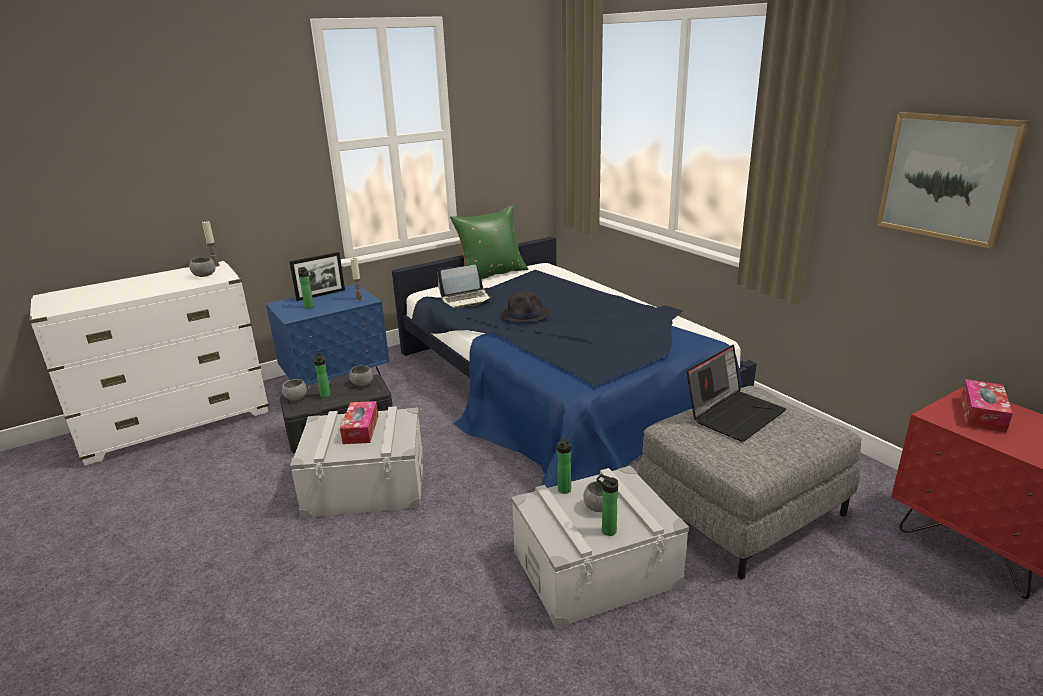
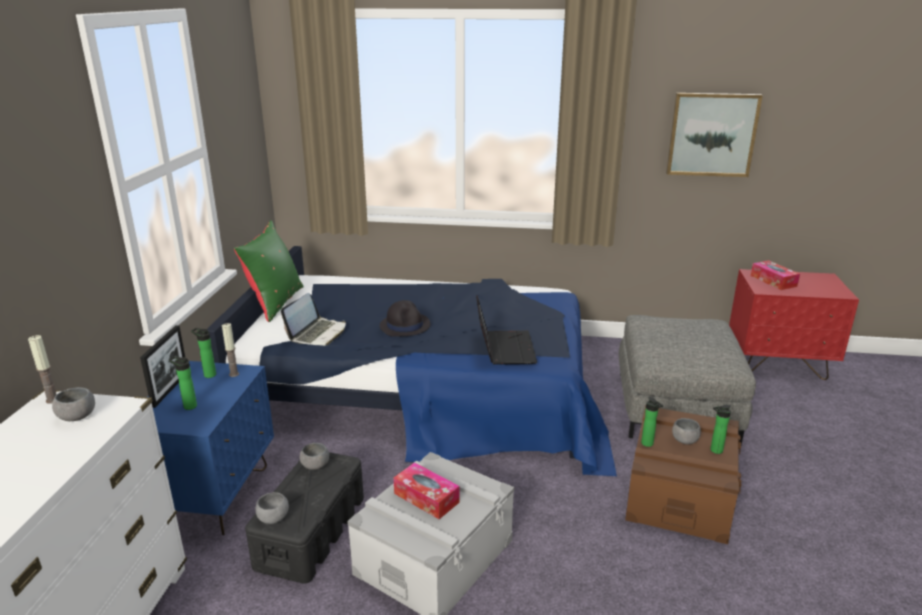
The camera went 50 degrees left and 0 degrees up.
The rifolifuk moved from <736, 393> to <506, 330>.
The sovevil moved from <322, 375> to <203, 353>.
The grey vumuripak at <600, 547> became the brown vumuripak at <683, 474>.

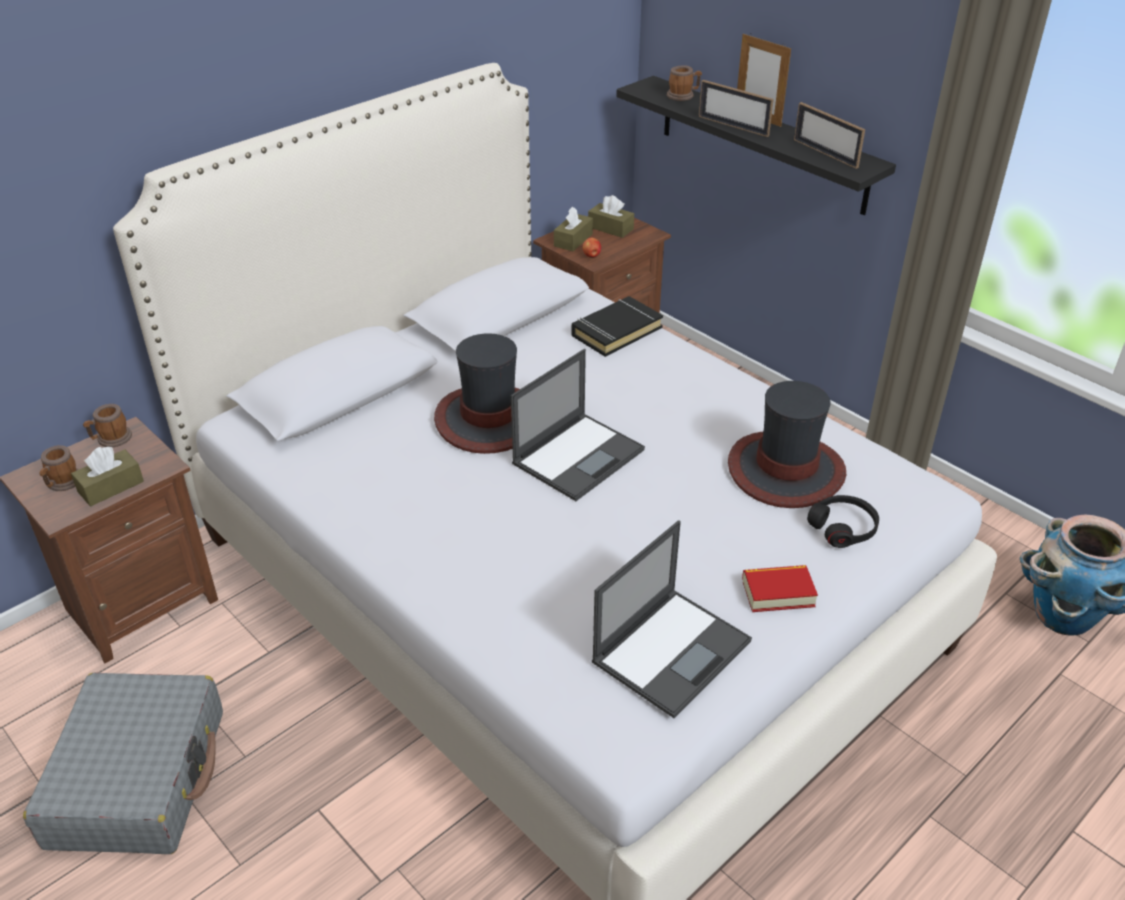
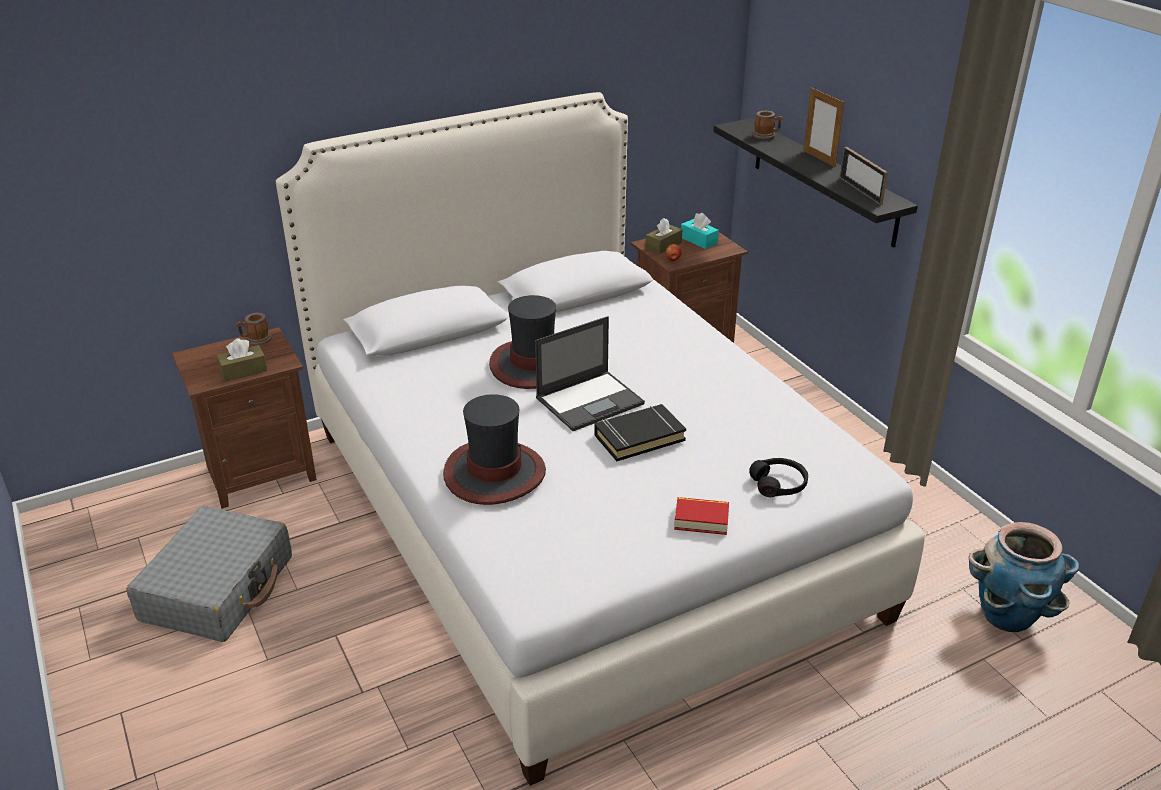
The camera went 15 degrees right and 5 degrees down.
The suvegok at <736, 108> disappeared.
The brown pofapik at <611, 216> became the turquoise pofapik at <700, 231>.
The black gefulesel moved from <617, 326> to <640, 432>.
The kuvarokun moved from <787, 444> to <494, 449>.
The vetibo at <59, 468> disappeared.
The rifolifuk at <672, 619> disappeared.

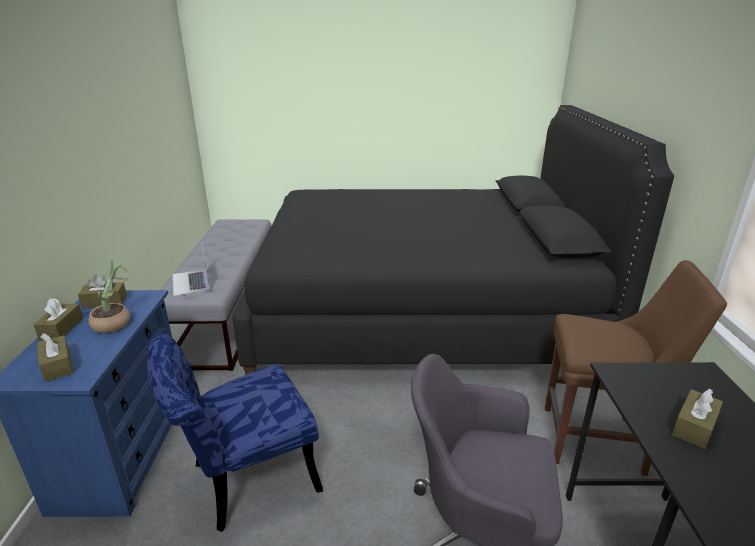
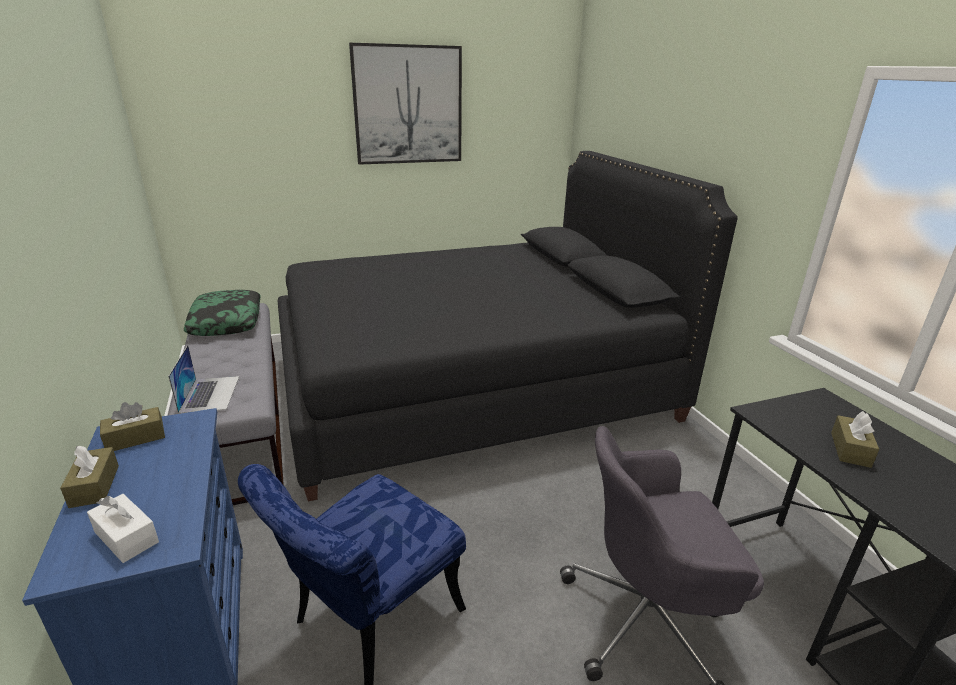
The camera went 20 degrees left and 0 degrees up.
The rifolifuk at <191, 269> turned 150 degrees counterclockwise.
The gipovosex at <109, 296> disappeared.
The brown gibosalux at <635, 368> disappeared.
The brown pofapik at <55, 357> became the white pofapik at <123, 528>.
The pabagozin at <405, 104> appeared.
The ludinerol at <222, 313> appeared.

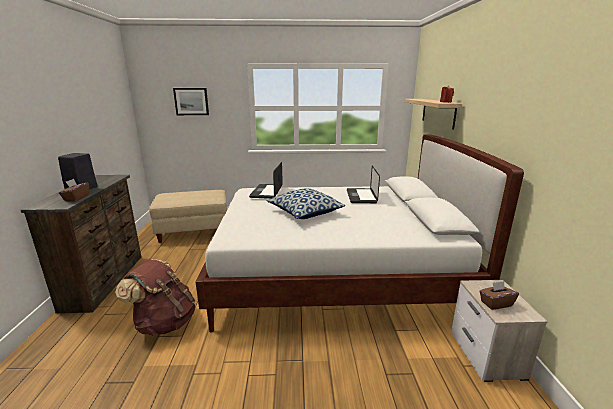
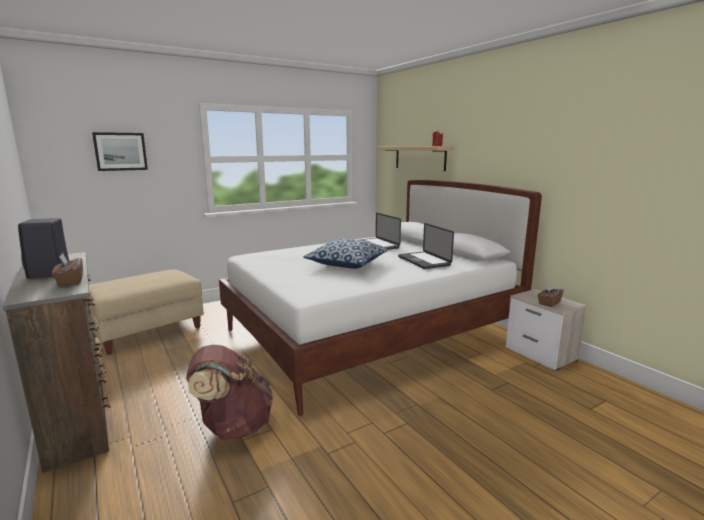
The camera went 30 degrees left and 5 degrees down.
The rifolifuk moved from <266, 180> to <426, 246>.

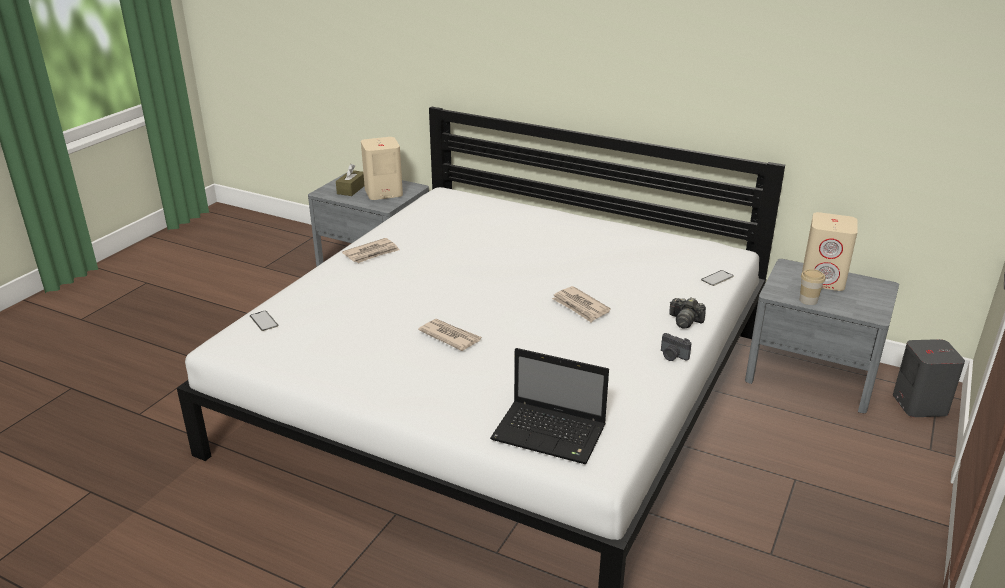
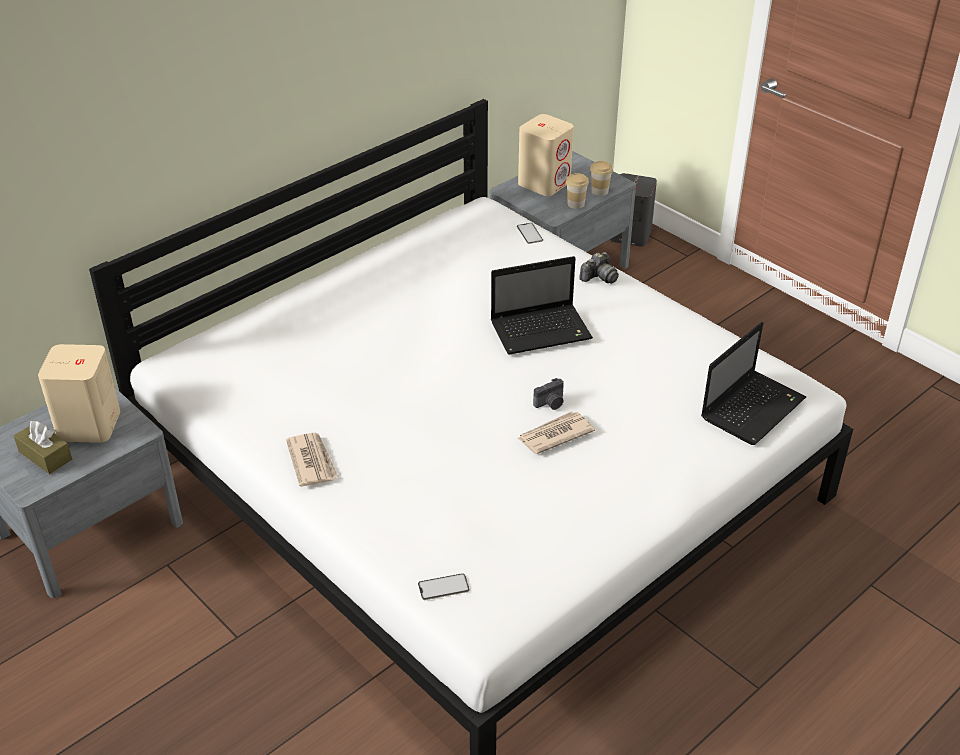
The camera went 70 degrees left and 10 degrees up.
The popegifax at <581, 304> was replaced by the rifolifuk at <542, 305>.
The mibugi moved from <676, 347> to <548, 394>.
The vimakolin at <601, 178> appeared.

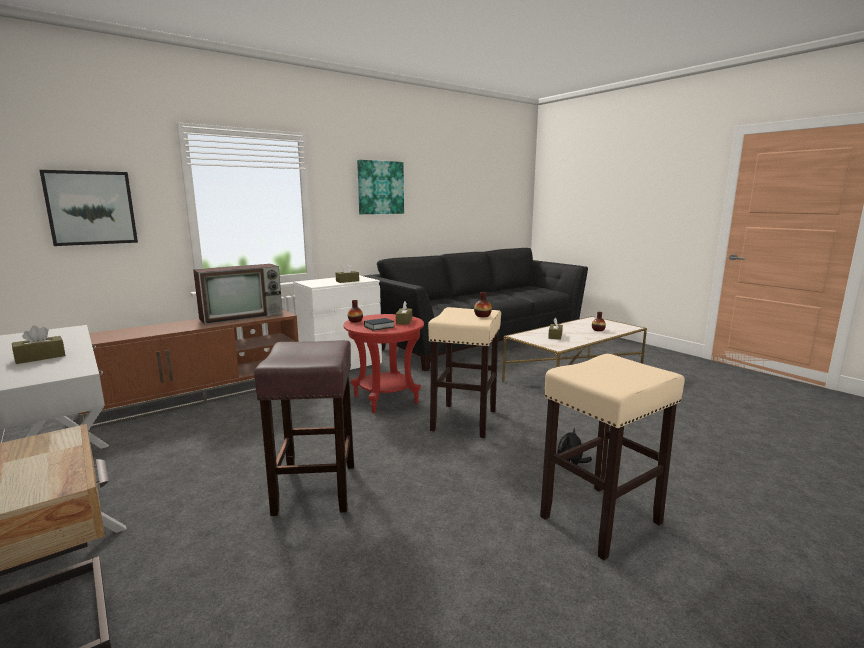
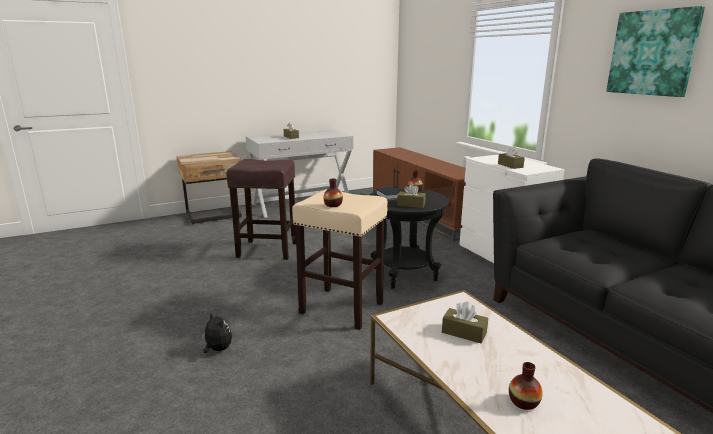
The camera went 100 degrees right and 5 degrees up.
The pabagozin at <89, 208> disappeared.
The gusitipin at <238, 294> disappeared.
The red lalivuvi at <383, 363> became the black lalivuvi at <409, 238>.
The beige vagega at <612, 457> disappeared.

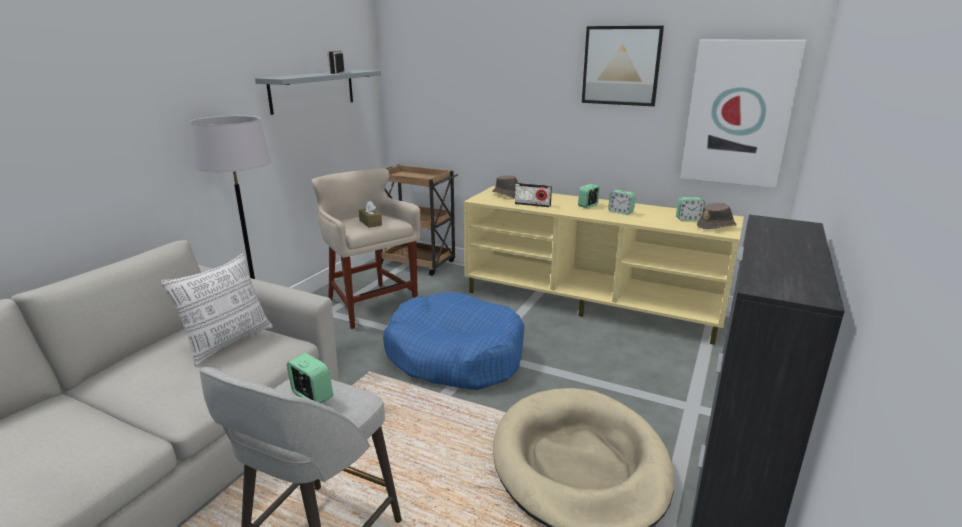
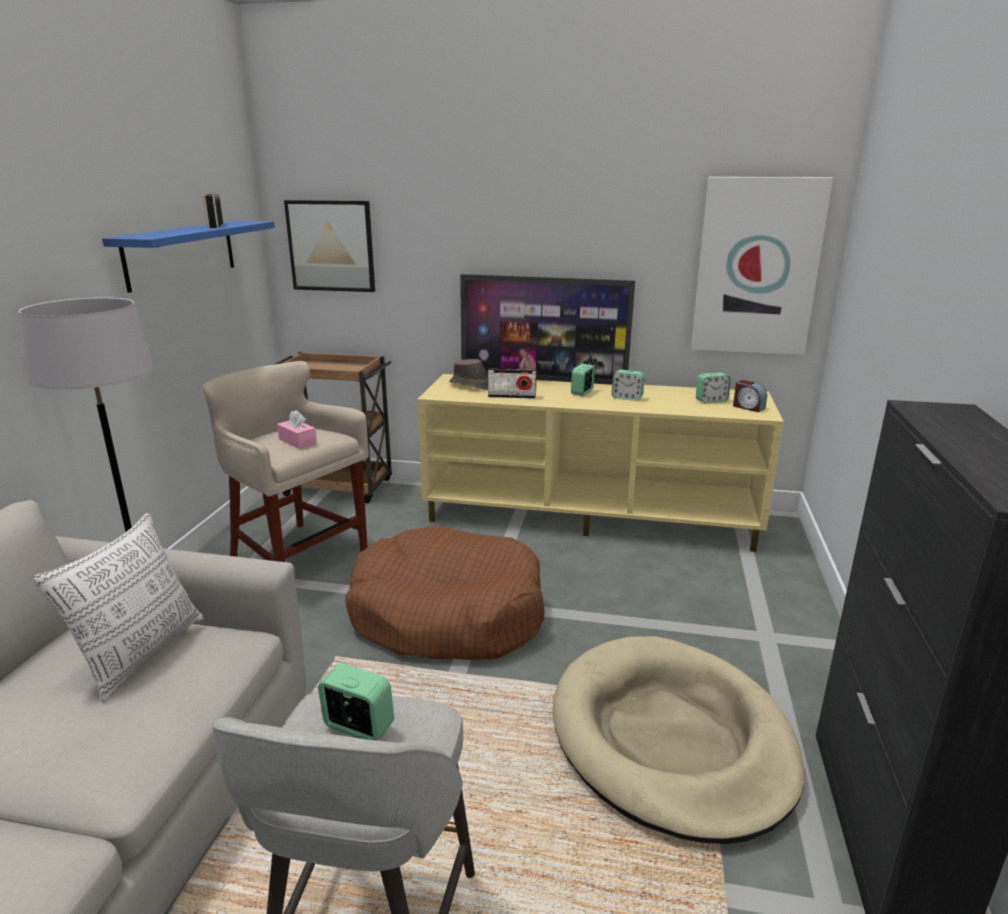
The camera went 15 degrees left and 0 degrees up.
The pabagozin moved from <623, 66> to <329, 246>.
The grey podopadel at <318, 92> became the blue podopadel at <188, 257>.
The brown pofapik at <370, 214> became the pink pofapik at <297, 429>.
The brown kuvarokun at <717, 216> was replaced by the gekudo at <750, 396>.
The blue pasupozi at <454, 341> became the brown pasupozi at <444, 593>.
The gusitipin at <547, 329> appeared.

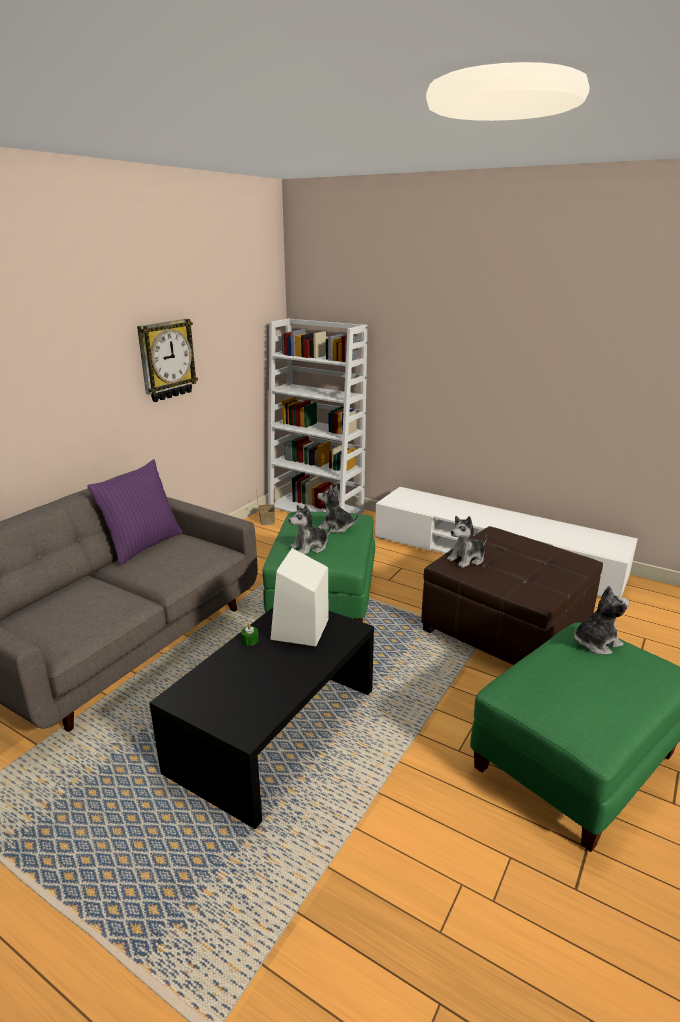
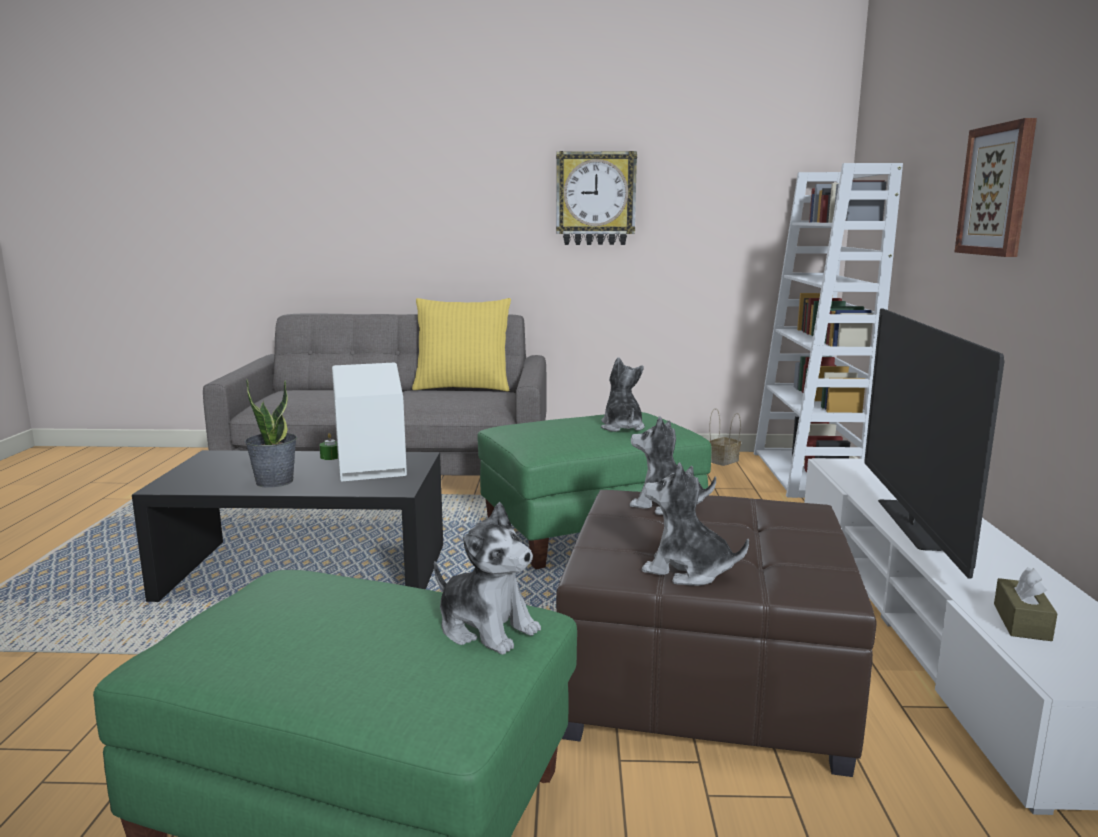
The camera went 60 degrees right and 10 degrees down.
The purple ludinerol at <135, 512> became the yellow ludinerol at <461, 344>.
The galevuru moved from <310, 529> to <695, 524>.
The pabagozin at <996, 187> appeared.
The gusitipin at <934, 443> appeared.
The gipovosex at <271, 433> appeared.
The brown pofapik at <1026, 604> appeared.

